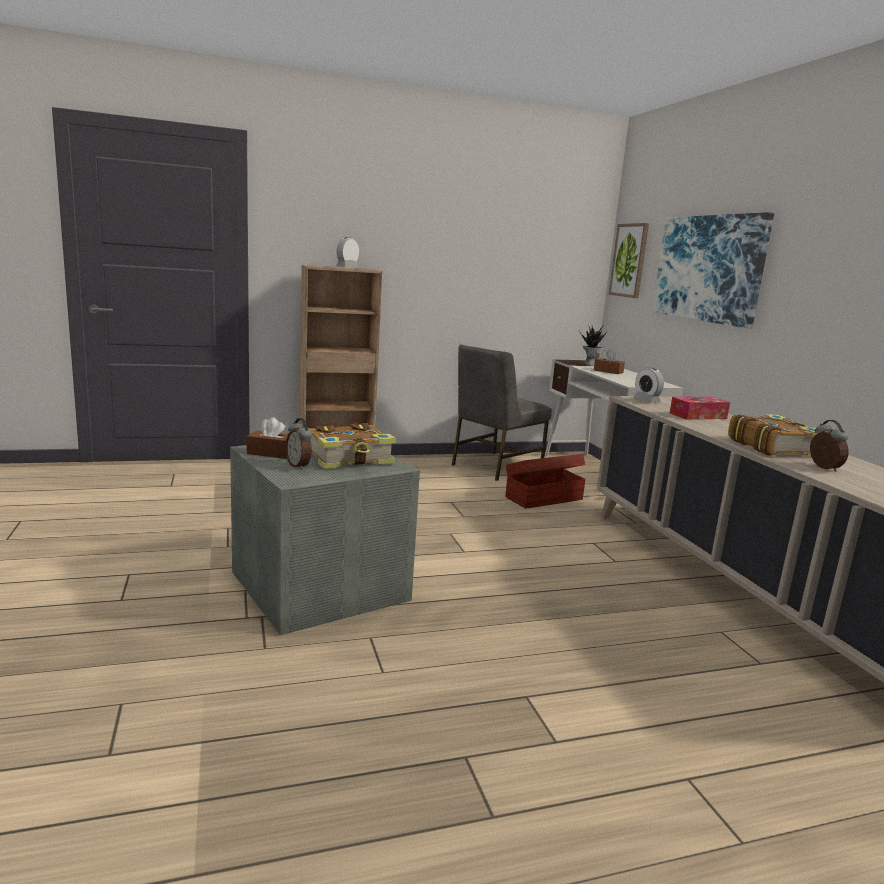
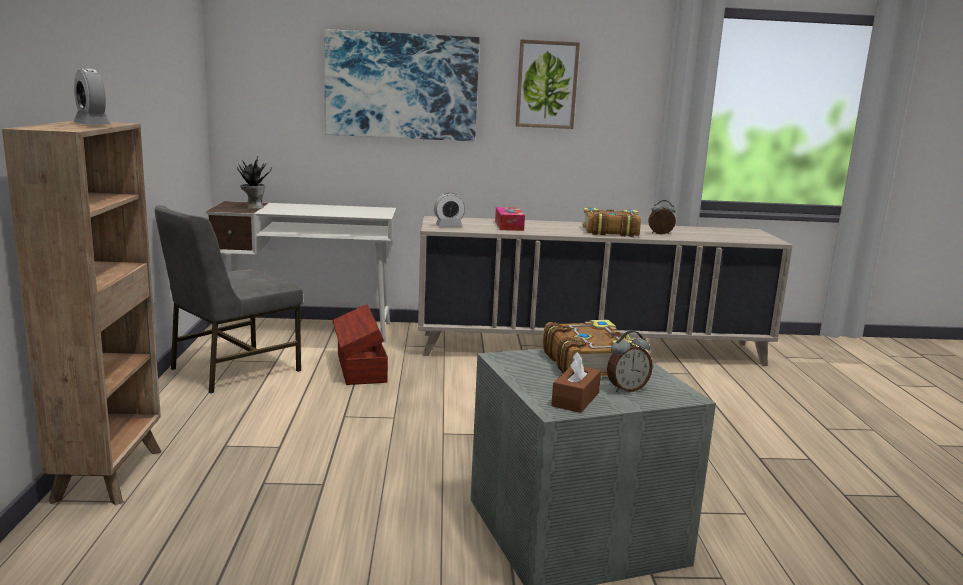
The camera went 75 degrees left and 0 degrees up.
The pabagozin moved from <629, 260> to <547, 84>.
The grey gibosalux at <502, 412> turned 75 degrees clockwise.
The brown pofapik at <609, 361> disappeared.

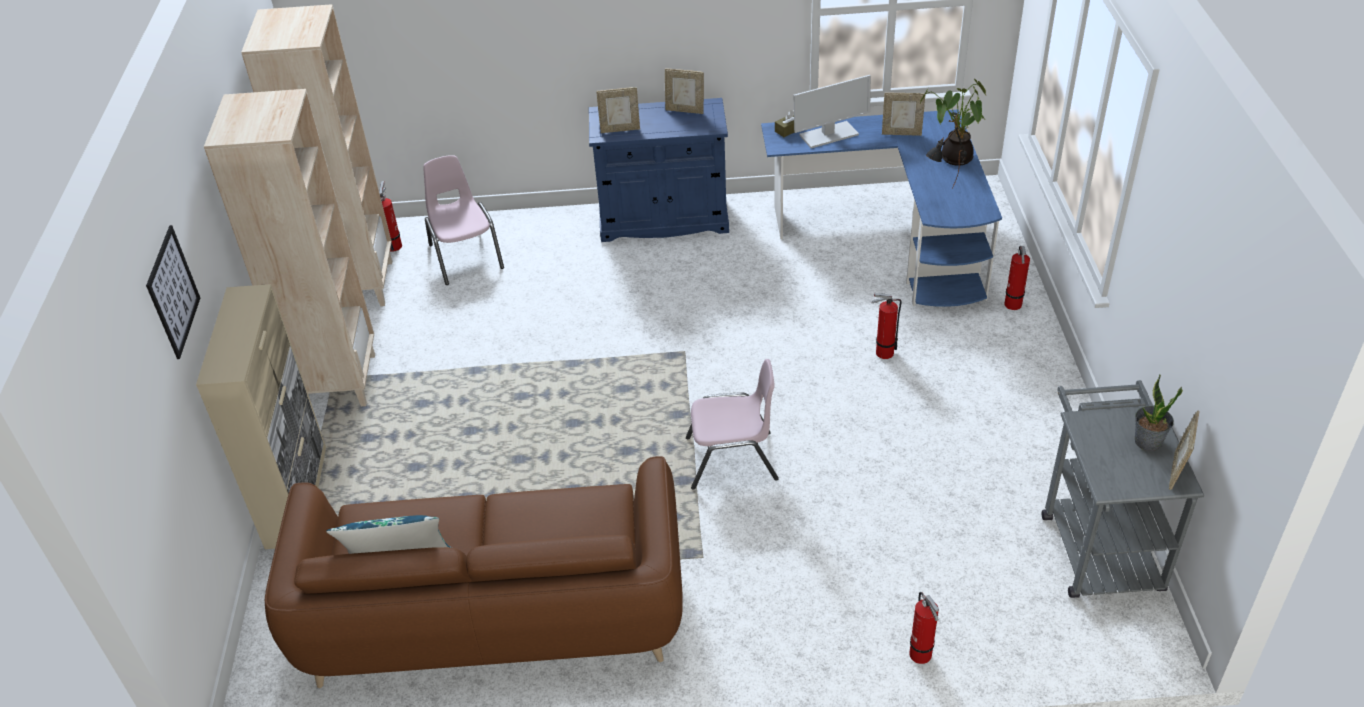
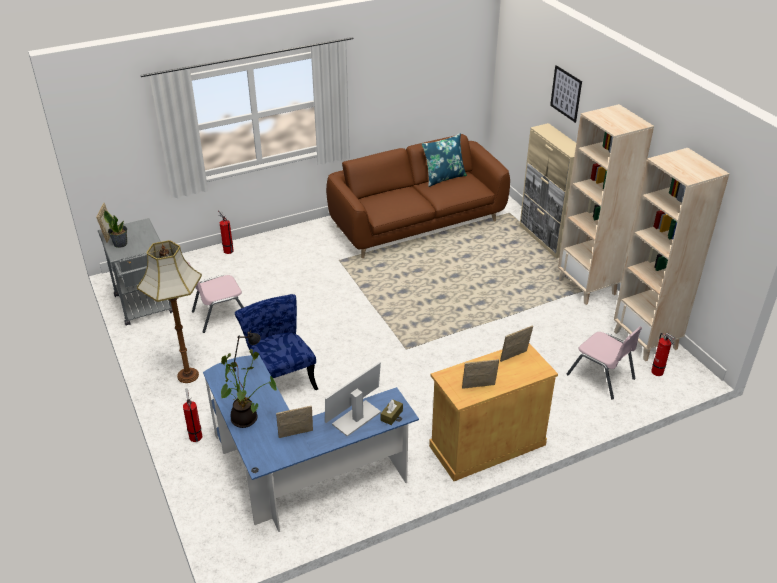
The camera went 155 degrees right and 5 degrees down.
The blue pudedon at <659, 170> became the beige pudedon at <493, 412>.
The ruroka at <886, 326> was replaced by the blue gibosalux at <276, 342>.
The pink gibosalux moved from <732, 424> to <215, 297>.
The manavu at <169, 311> appeared.

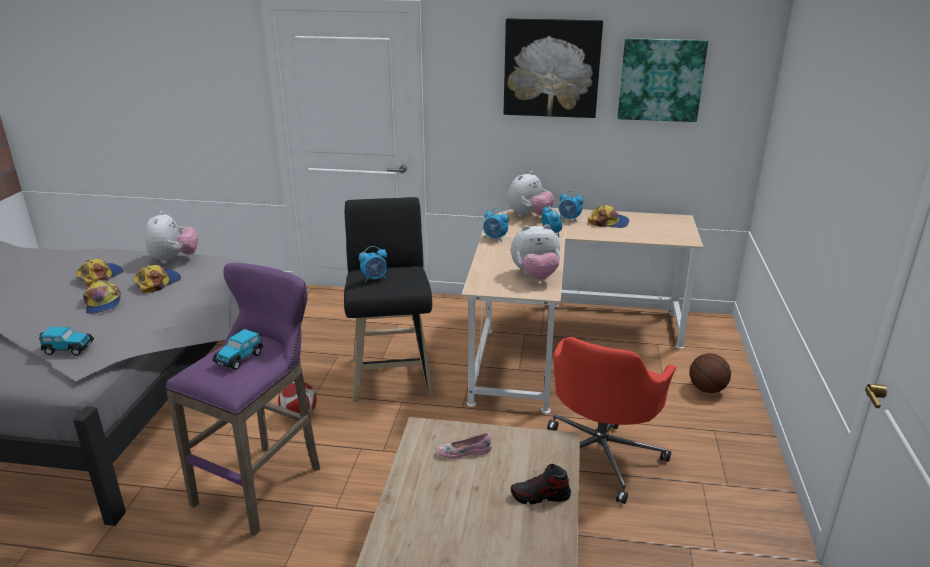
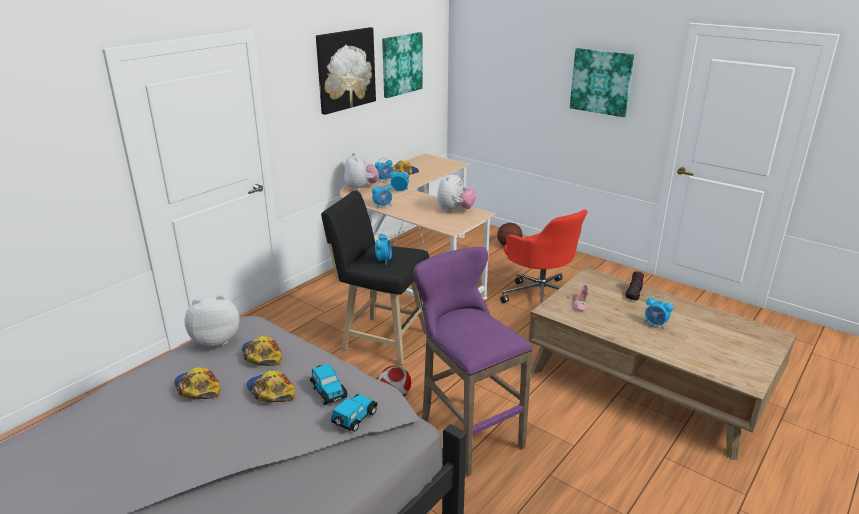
The camera went 60 degrees left and 0 degrees up.
The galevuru at <172, 237> turned 45 degrees counterclockwise.
The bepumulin at <102, 297> turned 135 degrees counterclockwise.
The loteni moved from <237, 349> to <329, 384>.
The pabagozin at <602, 82> appeared.
The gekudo at <658, 312> appeared.

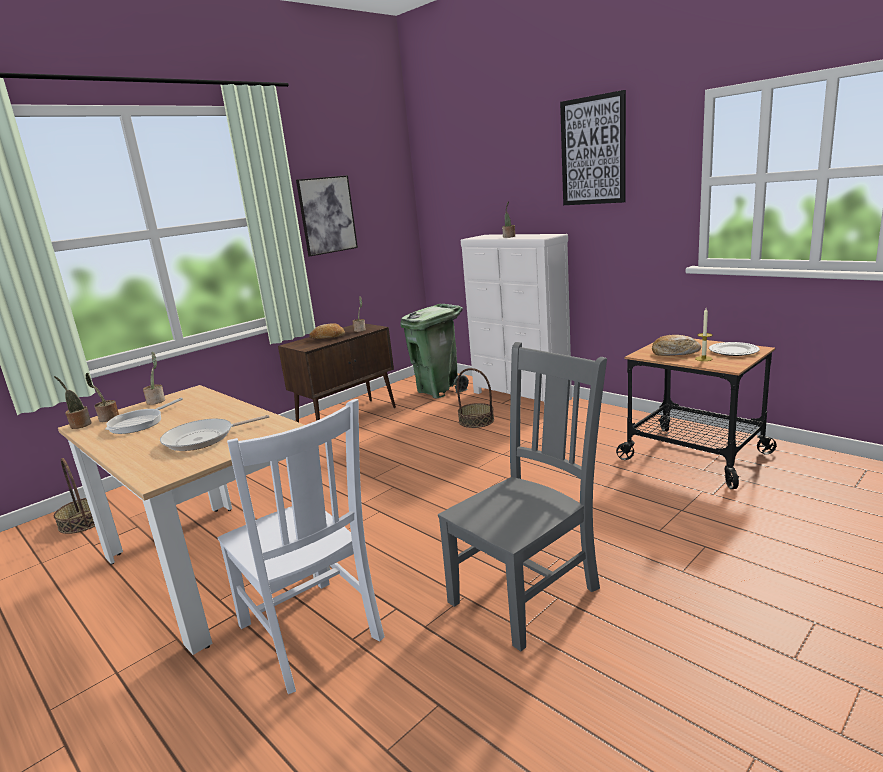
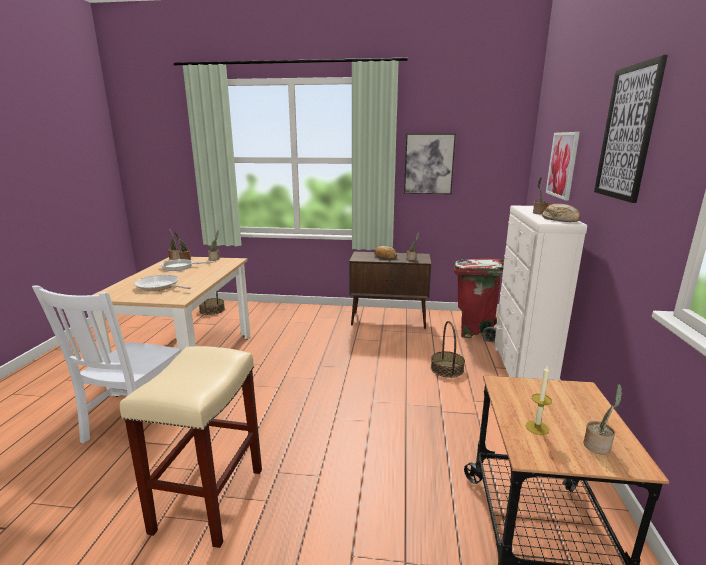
The camera went 50 degrees right and 0 degrees up.
The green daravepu at <435, 351> became the red daravepu at <479, 301>.
The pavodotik moved from <676, 345> to <561, 213>.
The grey gibosalux at <522, 496> was replaced by the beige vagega at <191, 447>.
The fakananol at <734, 349> was replaced by the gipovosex at <602, 419>.
The pabagozin at <563, 166> appeared.

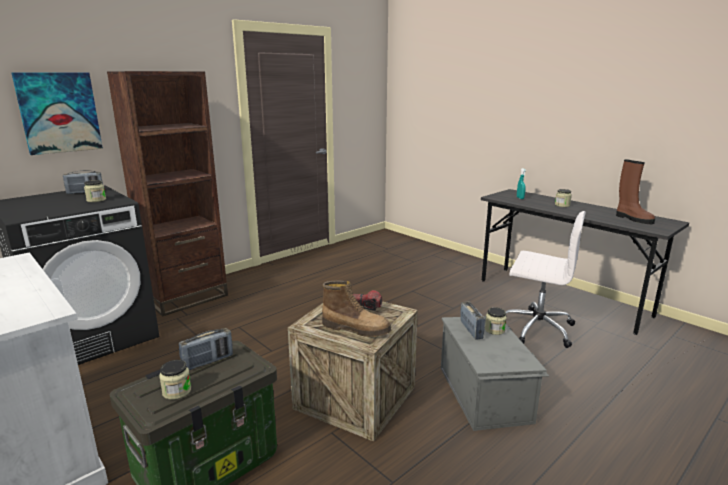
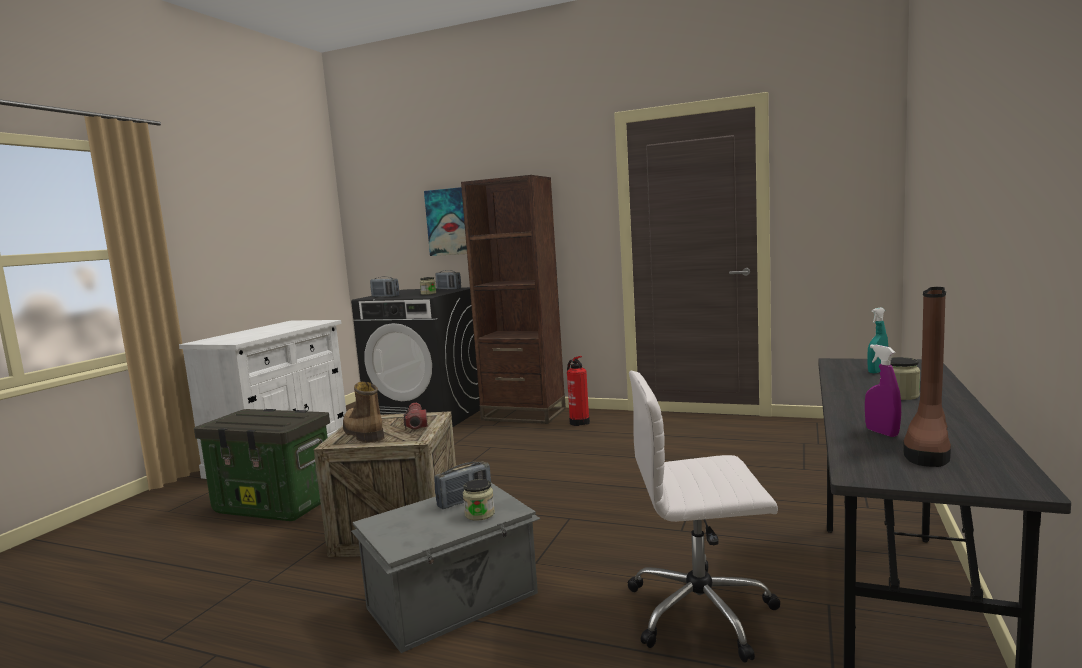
The camera went 65 degrees right and 10 degrees down.
The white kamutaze at <546, 279> turned 90 degrees clockwise.
The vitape at <357, 308> turned 150 degrees clockwise.
The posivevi moved from <206, 349> to <384, 286>.
The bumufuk at <175, 380> disappeared.
The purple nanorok at <883, 391> appeared.
The ruroka at <578, 391> appeared.

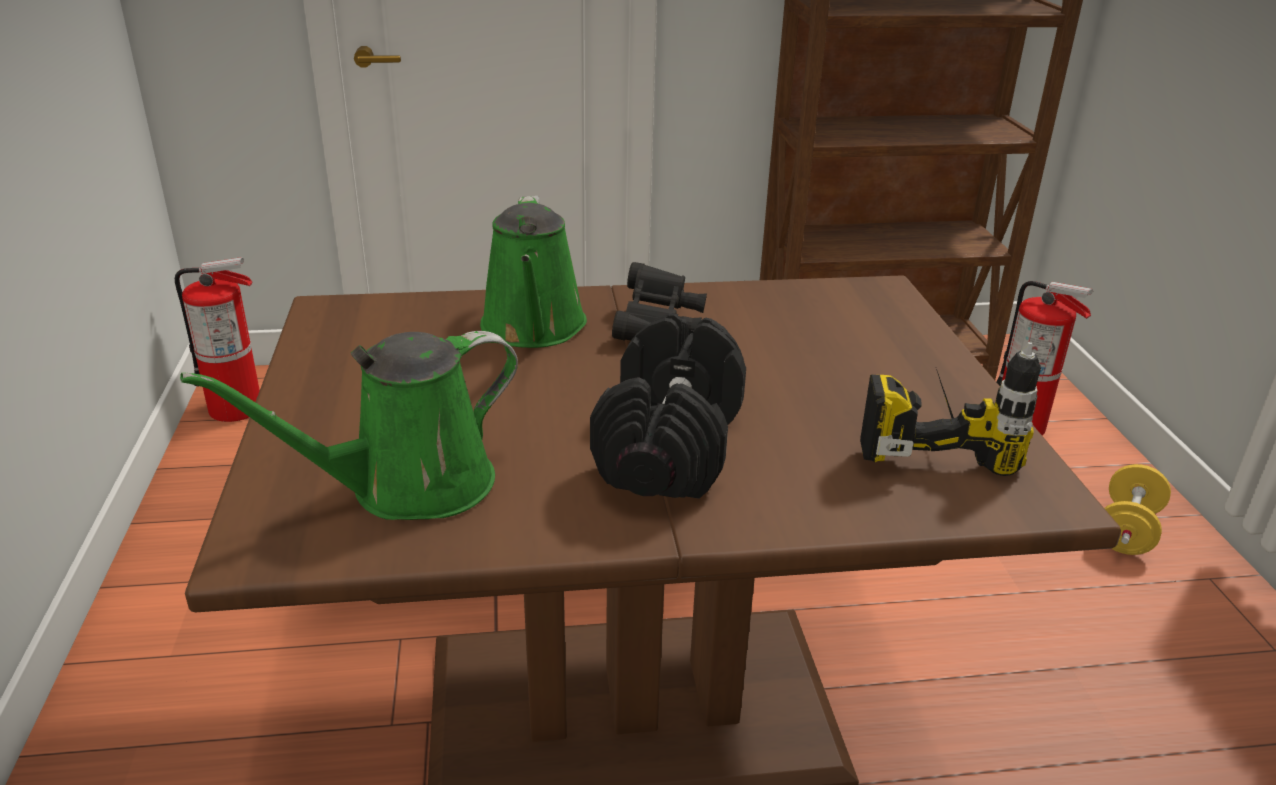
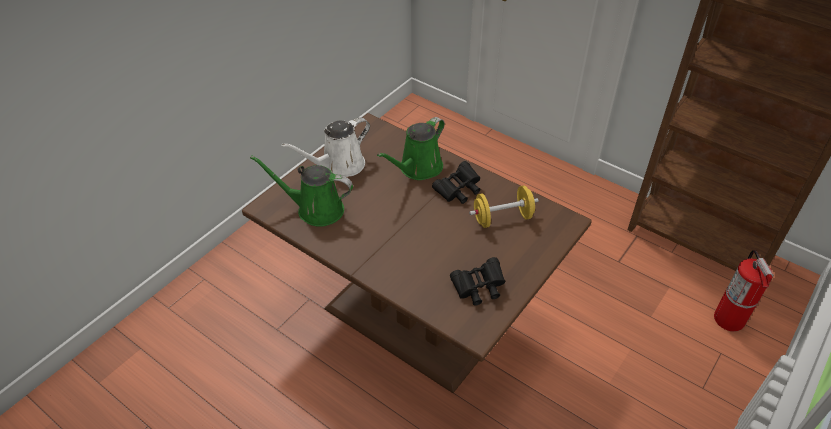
The camera went 45 degrees right and 15 degrees up.
The ruroka at <217, 339> disappeared.
The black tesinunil at <668, 406> disappeared.
The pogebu at <950, 409> was replaced by the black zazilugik at <477, 281>.
The yellow tesinunil moved from <1137, 509> to <504, 206>.
The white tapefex at <325, 147> appeared.

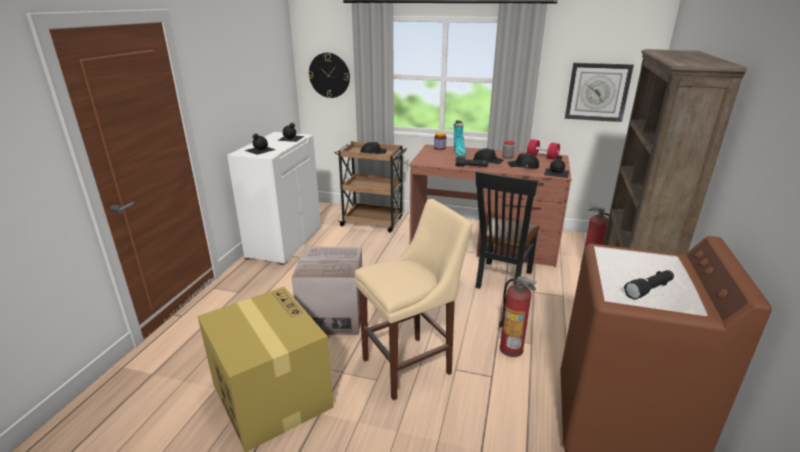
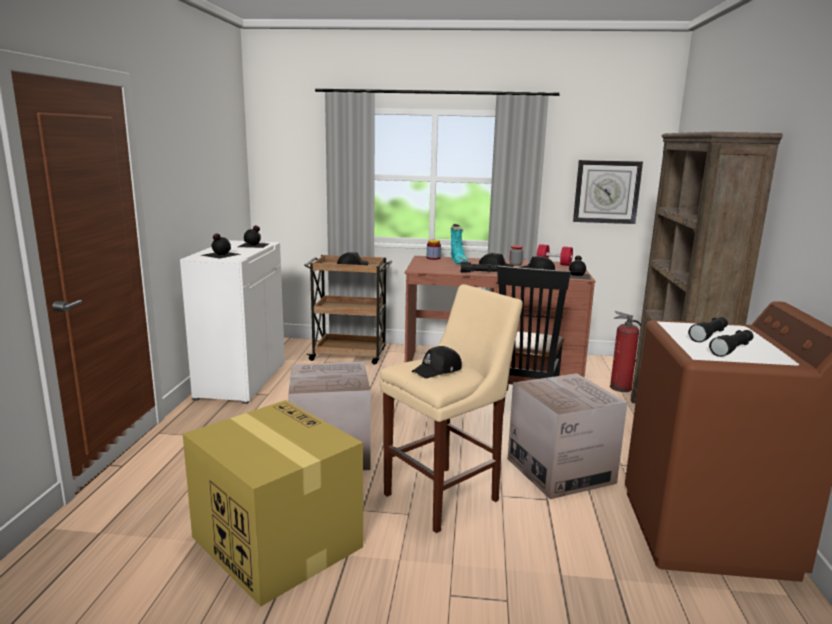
The camera went 10 degrees left and 10 degrees down.
The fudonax at <329, 75> disappeared.
The ruroka at <518, 316> was replaced by the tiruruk at <567, 436>.
The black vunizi at <708, 329> appeared.
The black bepumulin at <437, 362> appeared.

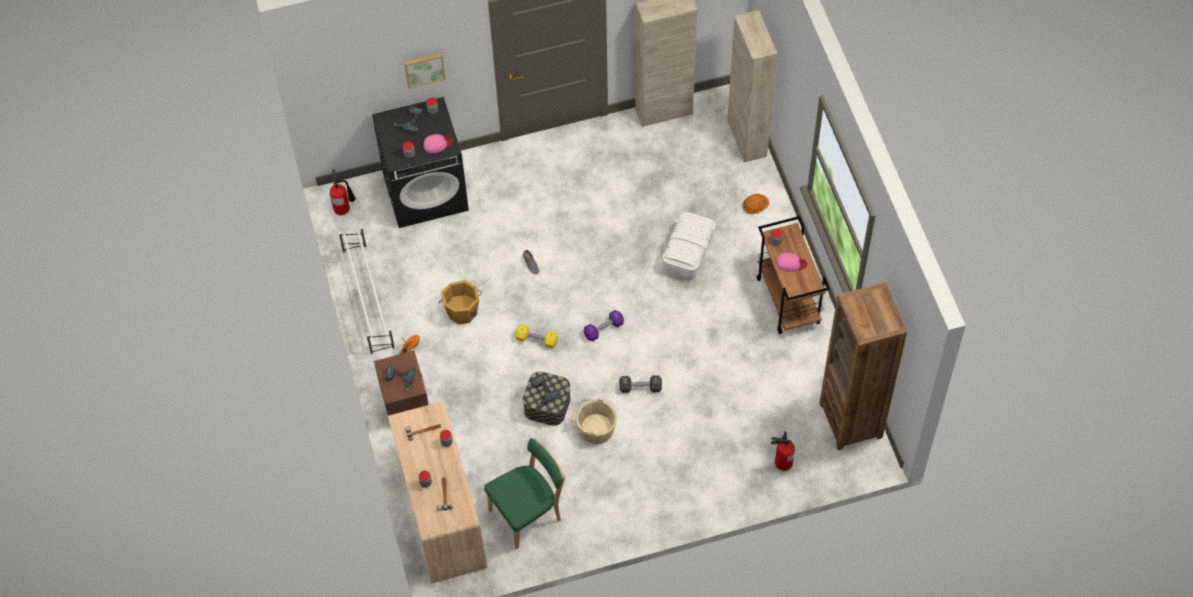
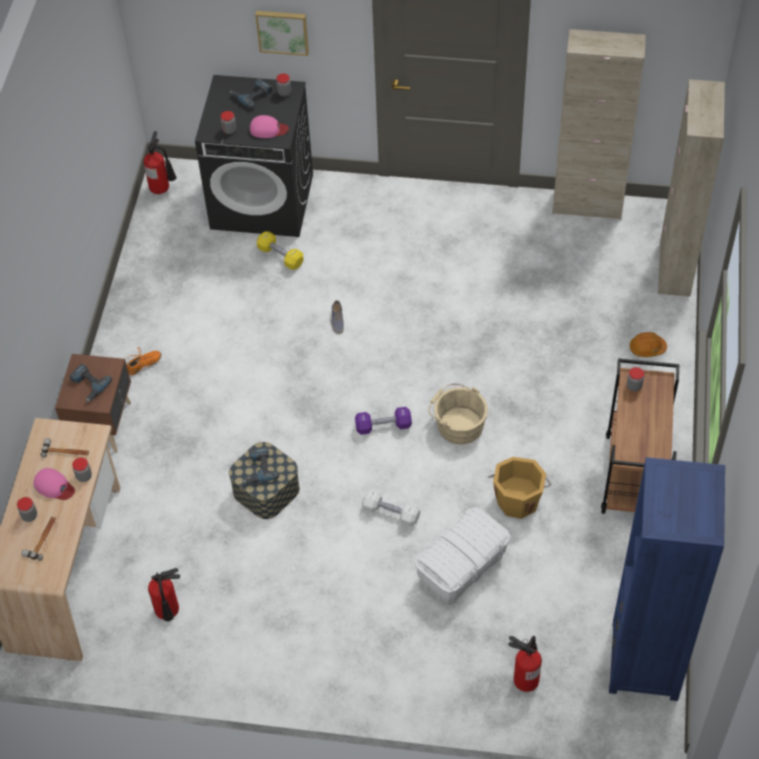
The camera went 25 degrees right and 5 degrees down.
The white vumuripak moved from <689, 246> to <462, 556>.
The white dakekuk at <367, 291> disappeared.
The pink bepumulin moved from <792, 262> to <54, 484>.
The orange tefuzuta moved from <460, 302> to <519, 488>.
The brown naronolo at <863, 366> became the blue naronolo at <667, 579>.
The yellow tesinunil moved from <536, 336> to <280, 250>.
The black tesinunil at <641, 384> became the white tesinunil at <391, 508>.
The beige tefuzuta moved from <594, 421> to <458, 414>.
The green gibosalux at <524, 493> was replaced by the ruroka at <164, 595>.

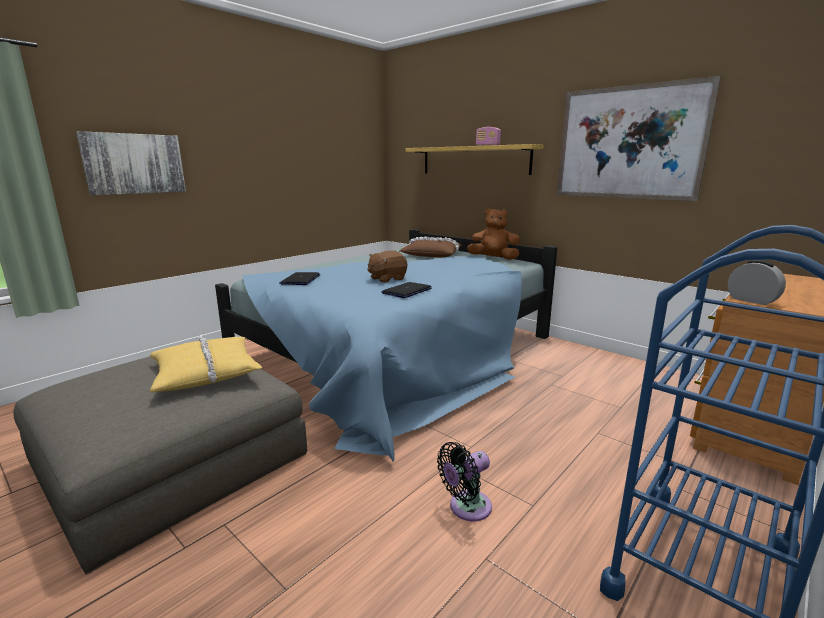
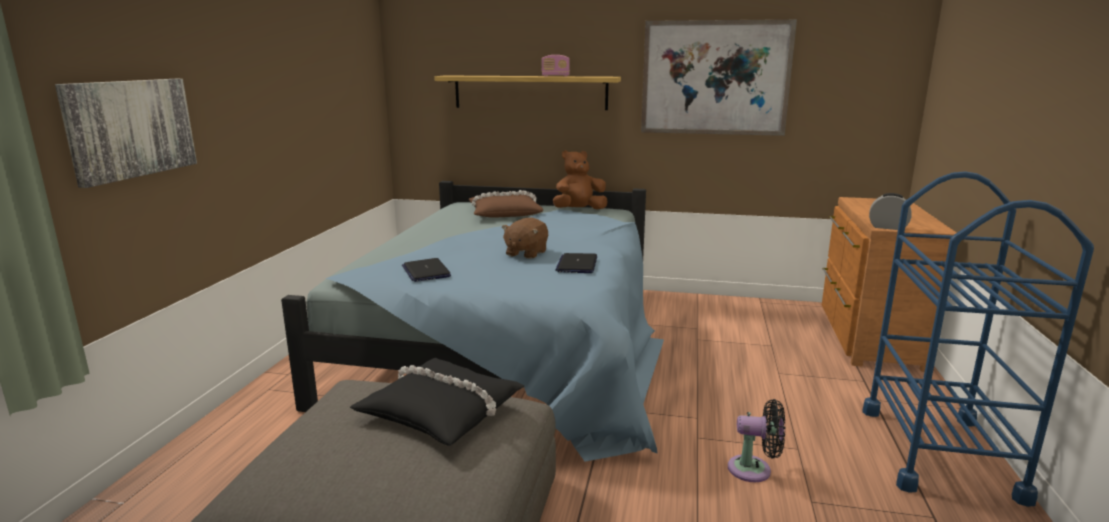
The camera went 30 degrees left and 0 degrees up.
The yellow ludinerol at <206, 363> became the black ludinerol at <437, 402>.
The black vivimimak at <464, 481> turned 105 degrees counterclockwise.

